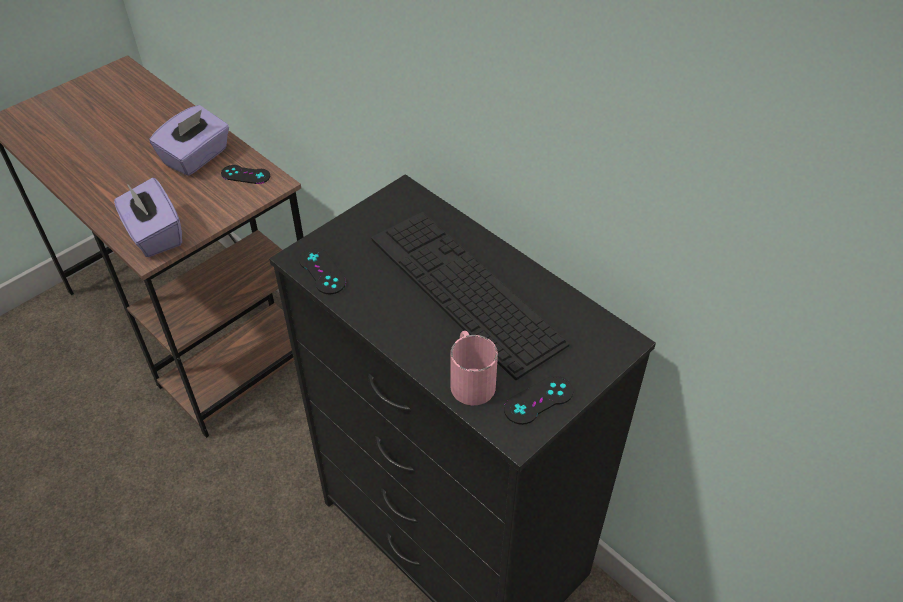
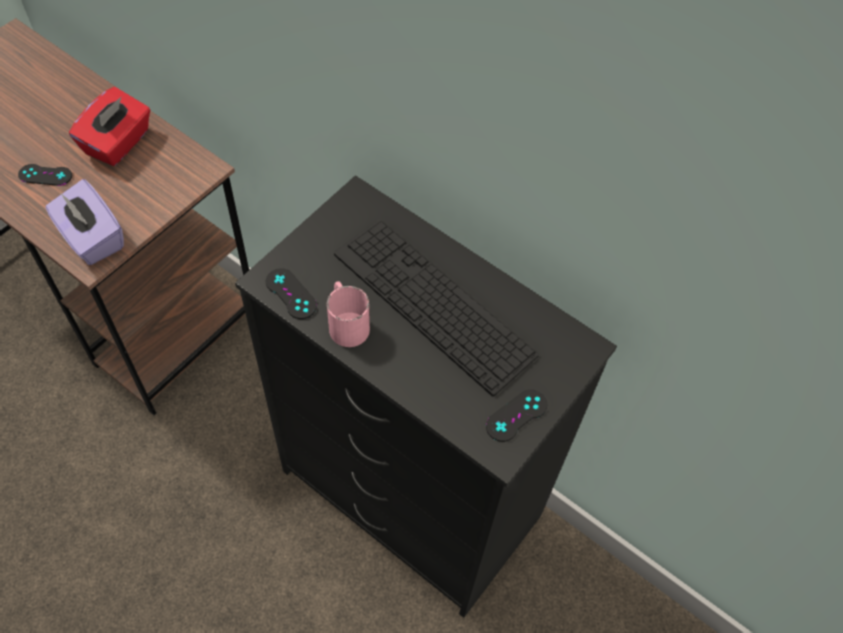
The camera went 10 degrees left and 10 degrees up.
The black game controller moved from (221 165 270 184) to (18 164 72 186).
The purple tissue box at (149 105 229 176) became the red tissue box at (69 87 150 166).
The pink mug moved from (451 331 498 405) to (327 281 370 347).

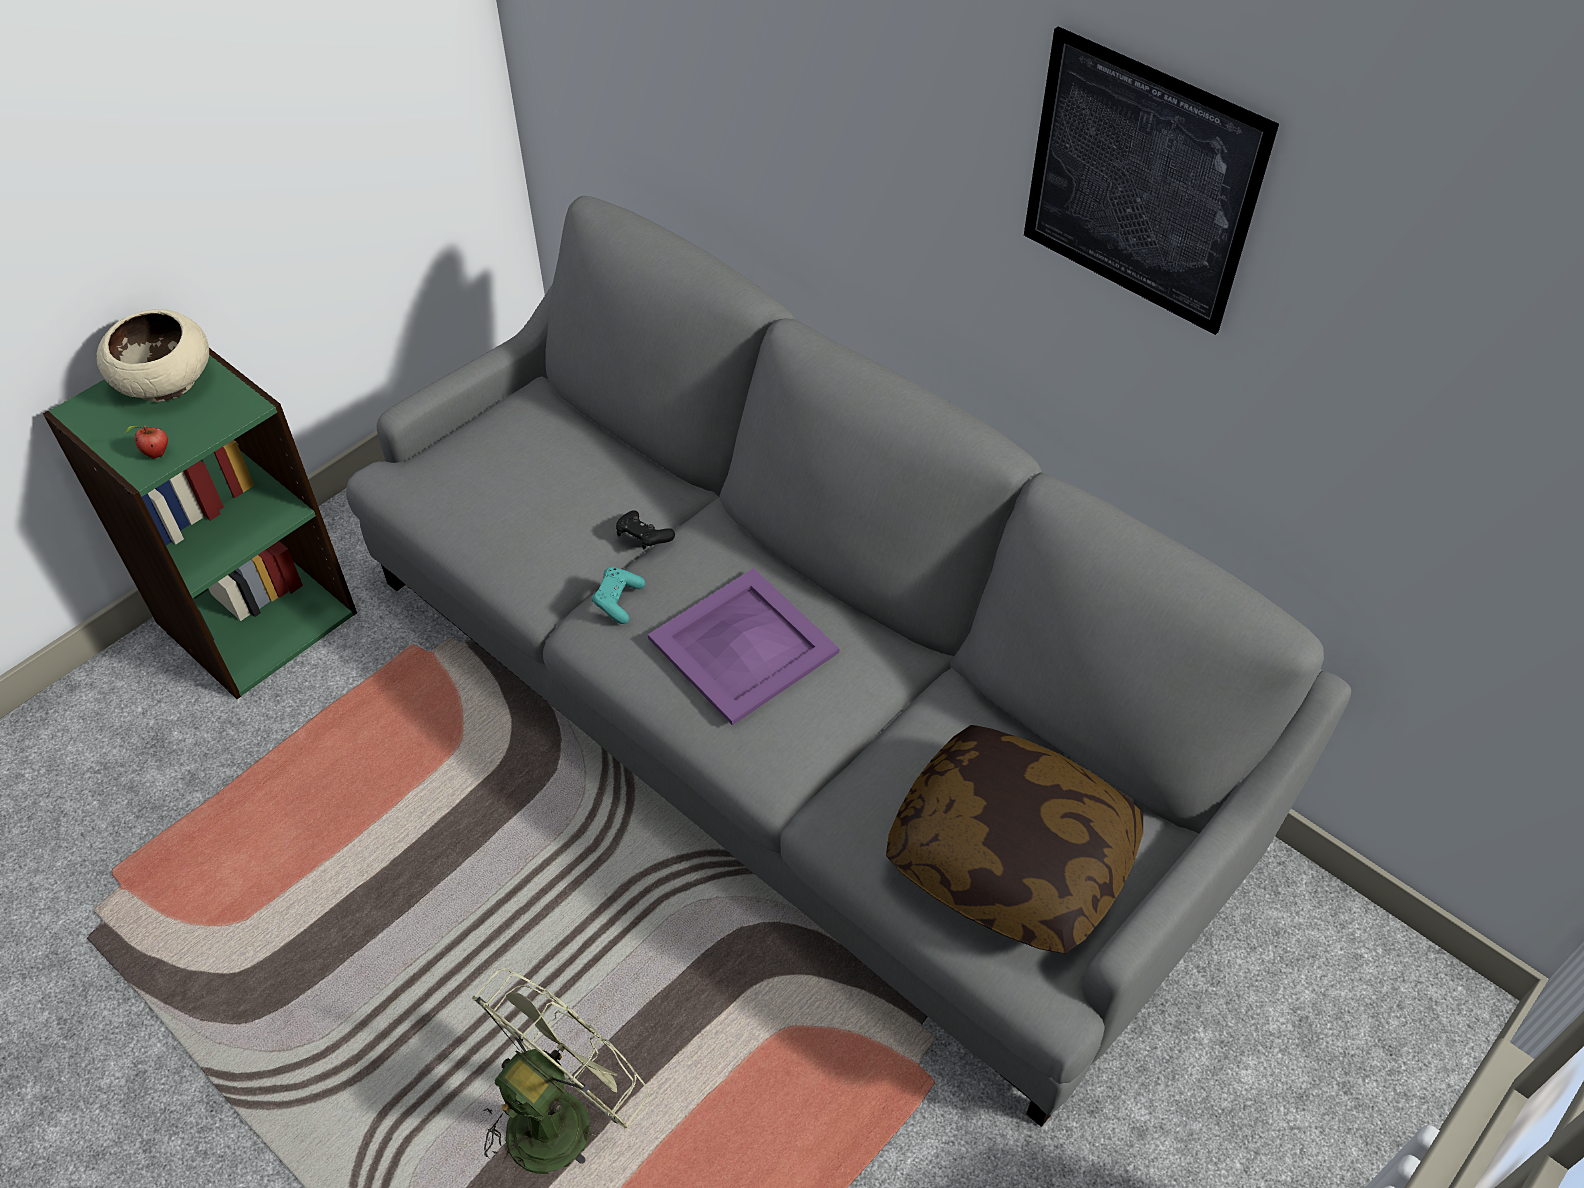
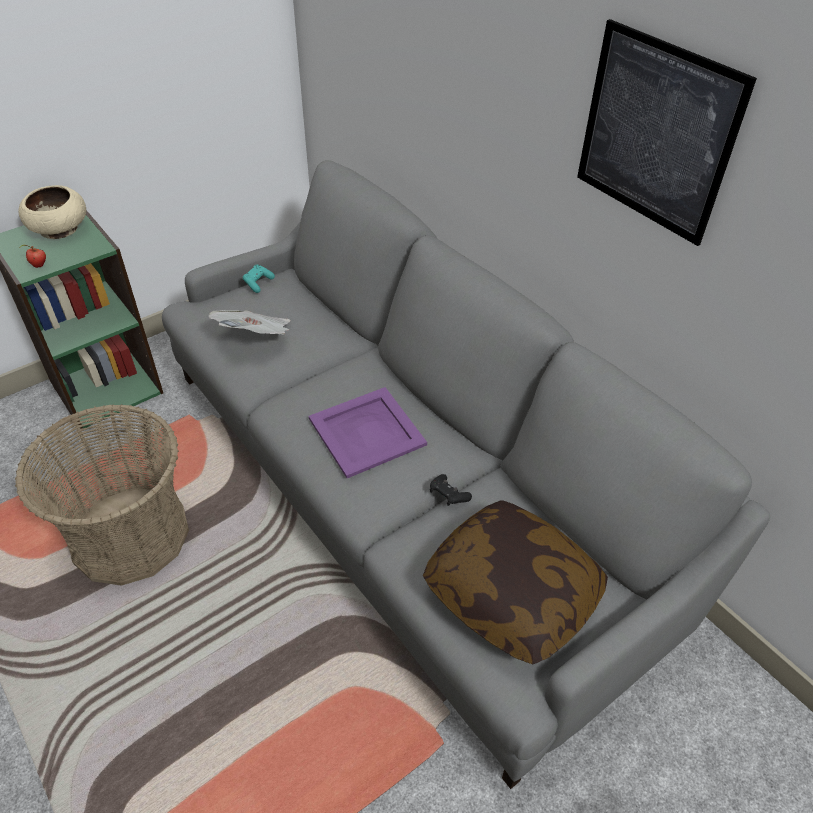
The camera went 10 degrees right and 5 degrees down.
The basket at (15 404 189 586) appeared.
The newspaper at (209 310 291 334) appeared.
The turquoise game controller moved from (592 567 645 624) to (243 265 275 293).
The black game controller moved from (616 510 675 549) to (430 474 472 506).
The green fan at (472 968 649 1174) disappeared.

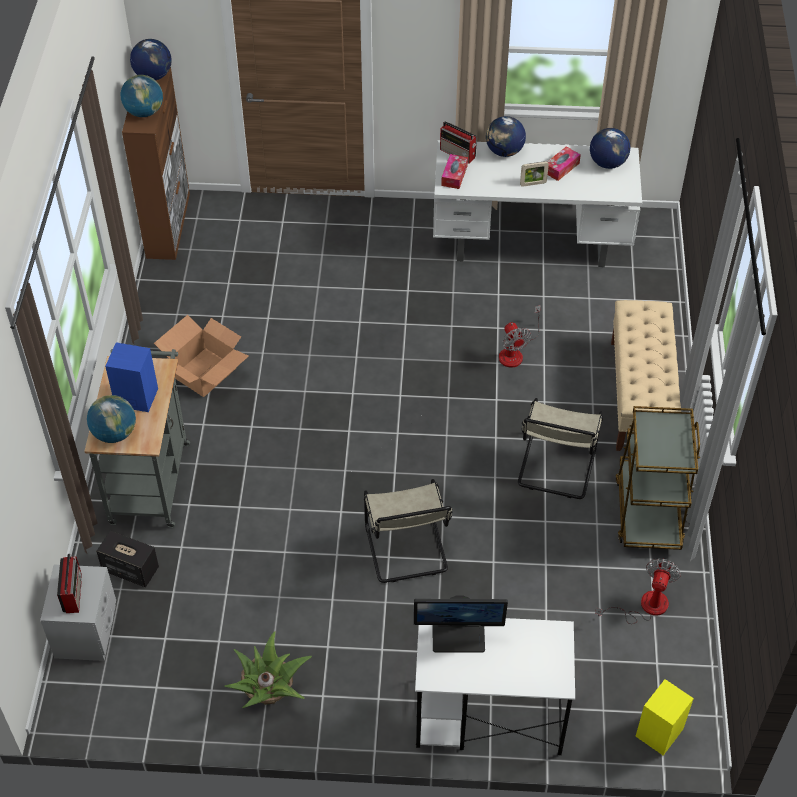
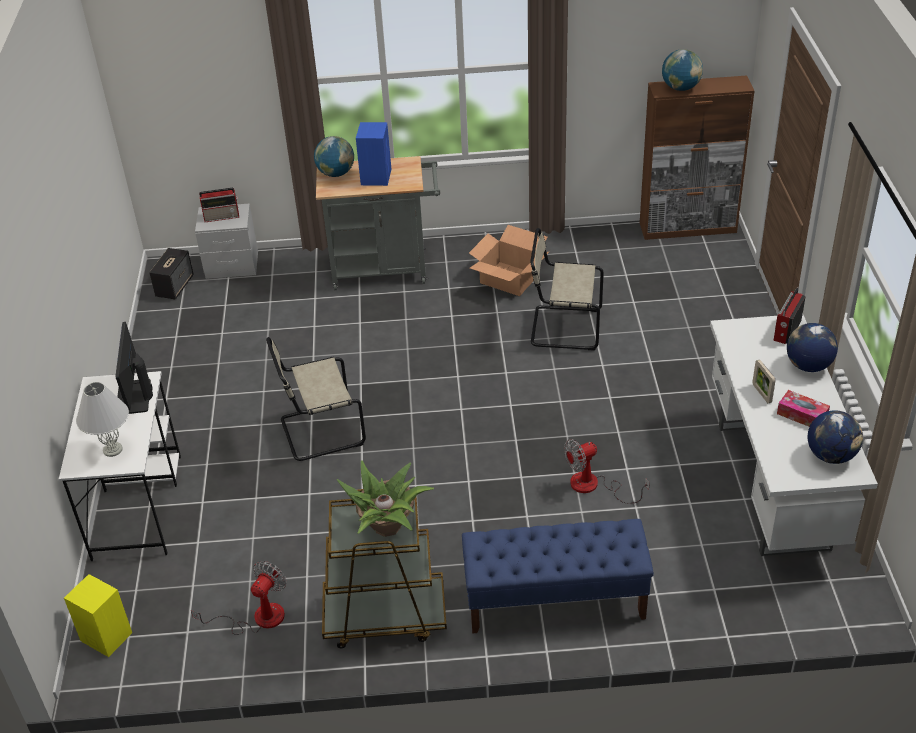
The camera went 85 degrees right and 10 degrees down.
The white table lamp at (76 382 129 457) appeared.
The speaker moved from (96 531 159 587) to (149 248 194 300).
The fan at (595 558 681 624) turned 75 degrees counterclockwise.
The potted plant moved from (224 631 312 708) to (337 460 434 537).
The beige bench at (611 300 681 451) became the blue bench at (462 519 654 633).
The beige chair moved from (518 398 603 499) to (530 228 604 350).
The globe at (130 39 172 80) disappeared.
The tissue box at (441 154 468 189) disappeared.

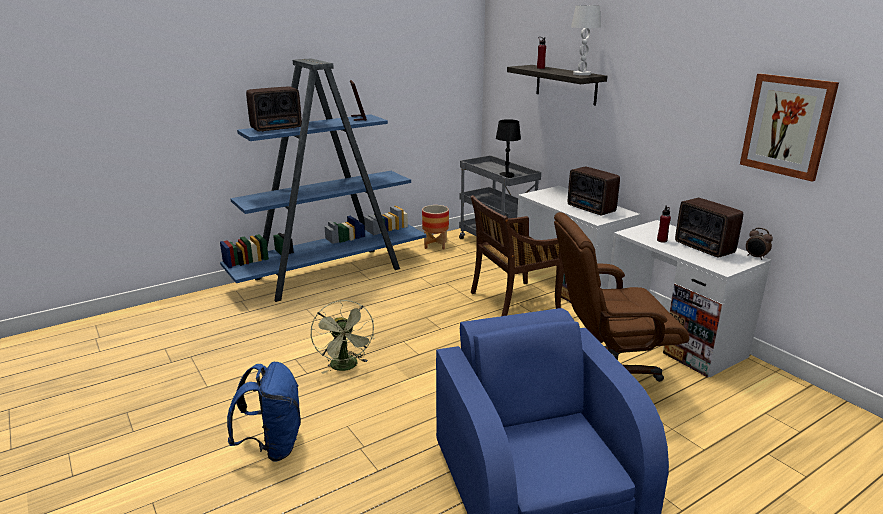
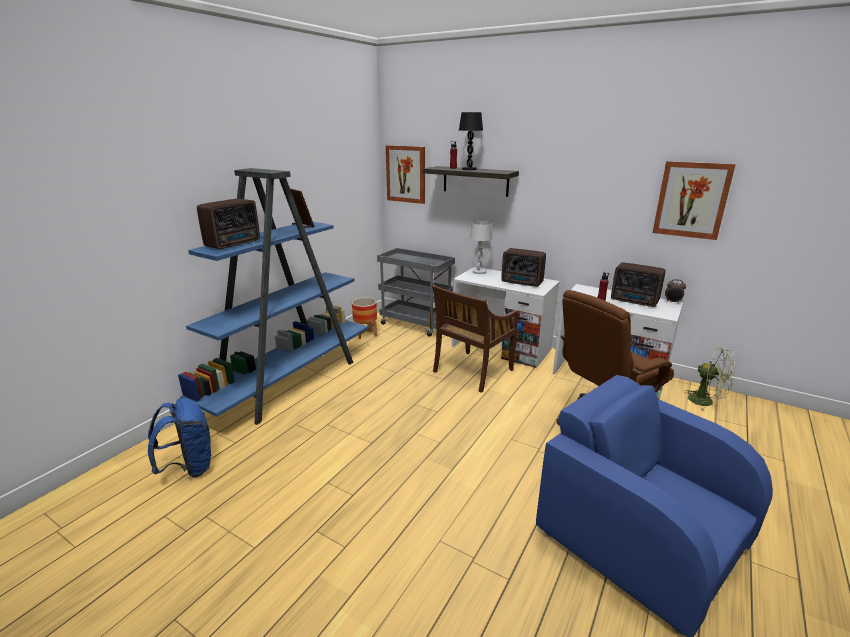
The camera went 25 degrees left and 0 degrees up.
The blue backpack moved from (227 362 301 462) to (148 398 212 478).
The picture at (386 145 425 204) appeared.
The black table lamp moved from (496 119 521 178) to (459 112 483 170).
The white table lamp moved from (571 5 601 75) to (470 221 492 274).
The green fan moved from (311 300 375 374) to (683 347 735 411).

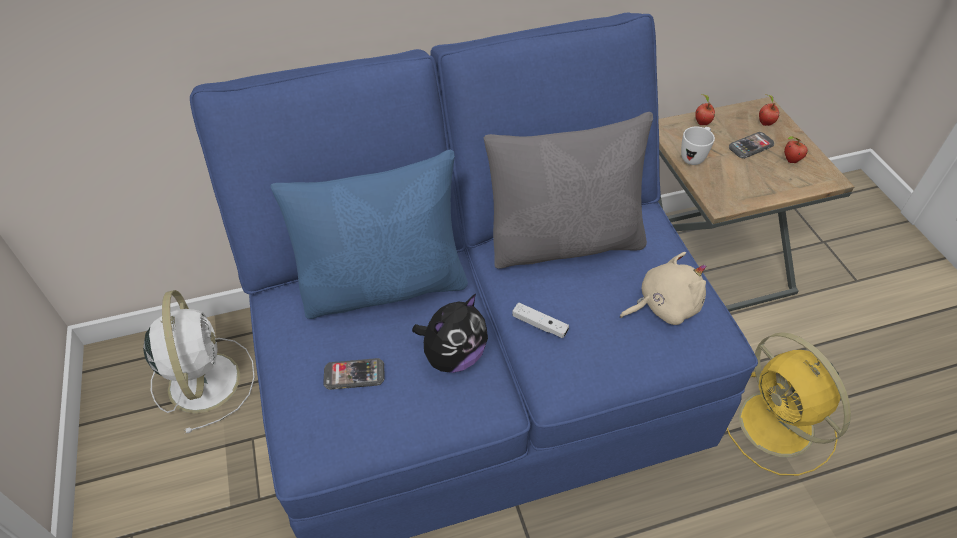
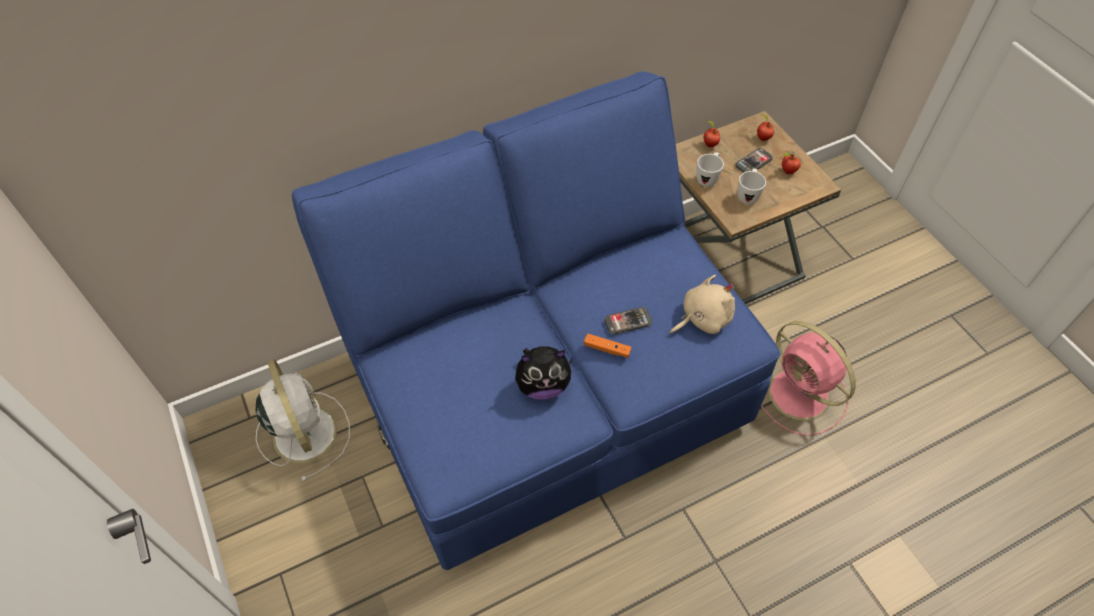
The camera went 10 degrees left and 5 degrees up.
The plush toy at (412 294 488 373) turned 45 degrees clockwise.
The white game controller at (512 303 569 338) became the orange game controller at (584 334 631 358).
The phone moved from (323 358 385 390) to (604 307 652 335).
The white mug at (738 168 766 204) appeared.
The yellow fan at (727 332 851 476) became the pink fan at (761 321 856 436).
The blue pillow at (270 149 468 319) disappeared.
The grey pillow at (484 112 653 269) disappeared.

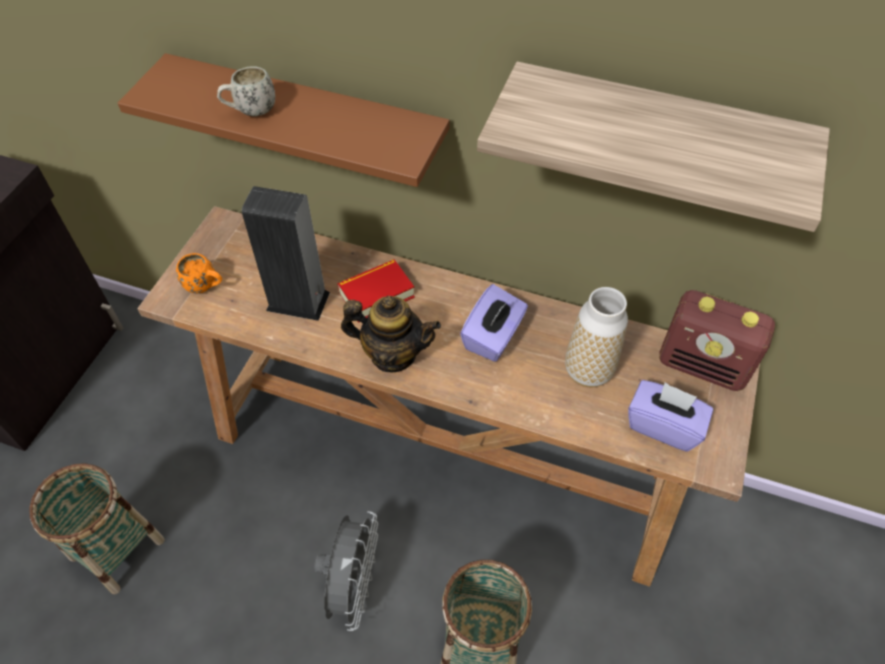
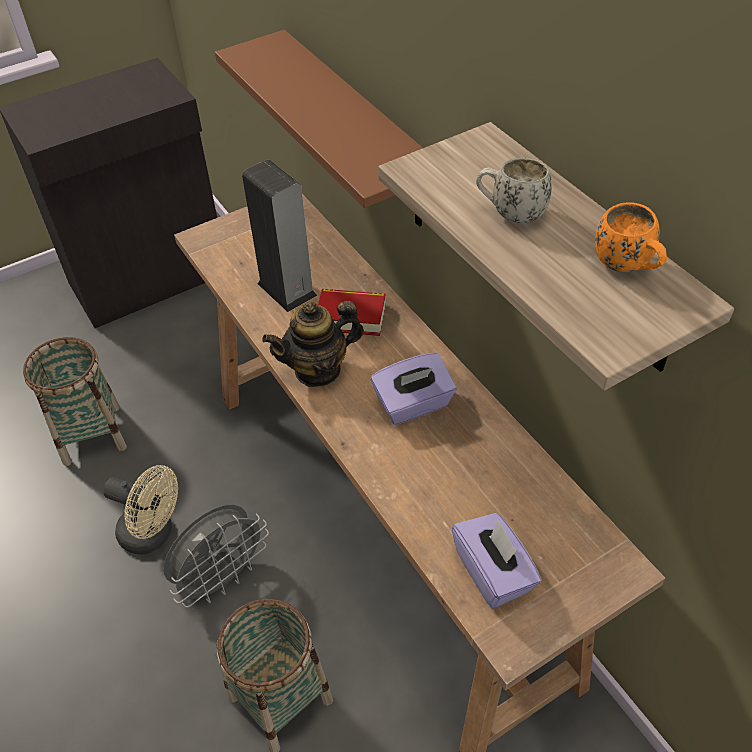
The camera went 40 degrees right and 5 degrees down.
The beige fan at (103 465 178 554) appeared.
The teapot at (341 296 441 372) turned 105 degrees clockwise.
The white mug moved from (217 66 275 116) to (476 158 552 223).
The orange mug moved from (176 253 222 294) to (595 202 667 272).
The vase at (565 287 628 388) disappeared.
The radio at (659 290 775 391) disappeared.

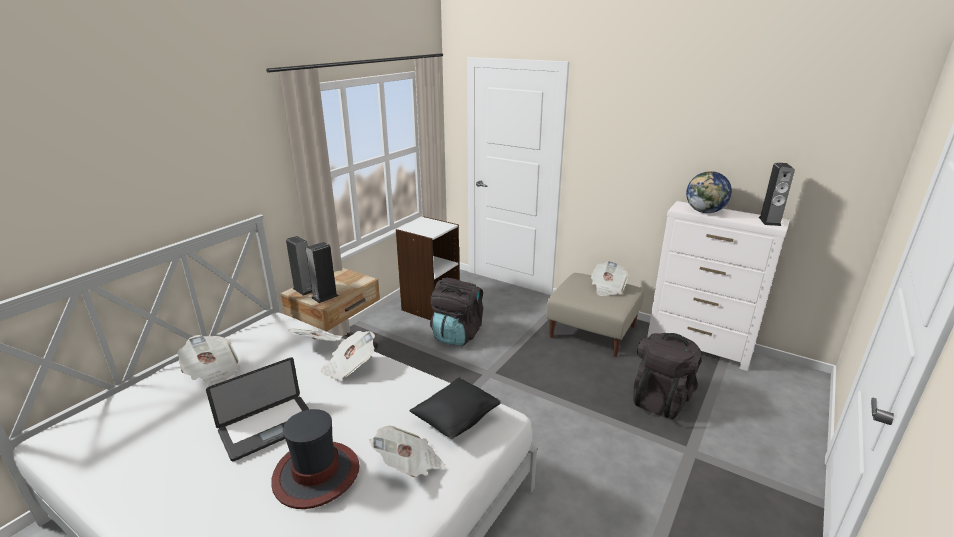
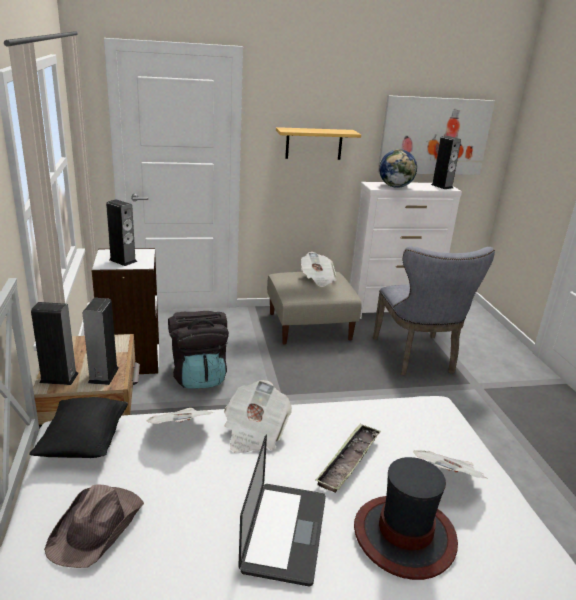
The camera went 45 degrees left and 0 degrees up.
The black pillow moved from (409 377 501 439) to (29 397 128 458).
The newspaper at (177 335 240 386) was replaced by the brown hat at (44 485 144 568).
The speaker at (106 199 137 266) appeared.
The shelf at (276 127 361 160) appeared.
The tray at (315 423 381 493) appeared.
The black backpack at (633 333 702 419) was replaced by the grey chair at (373 246 495 376).
The picture at (378 95 495 175) appeared.

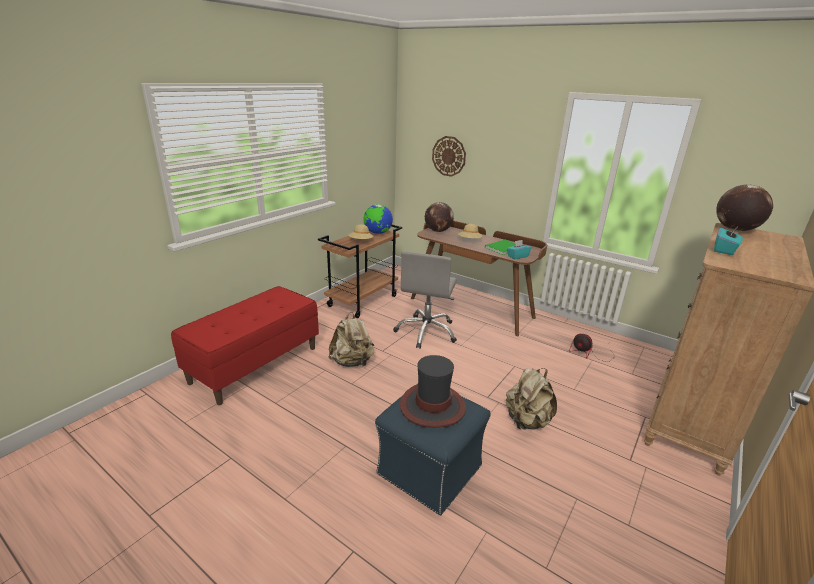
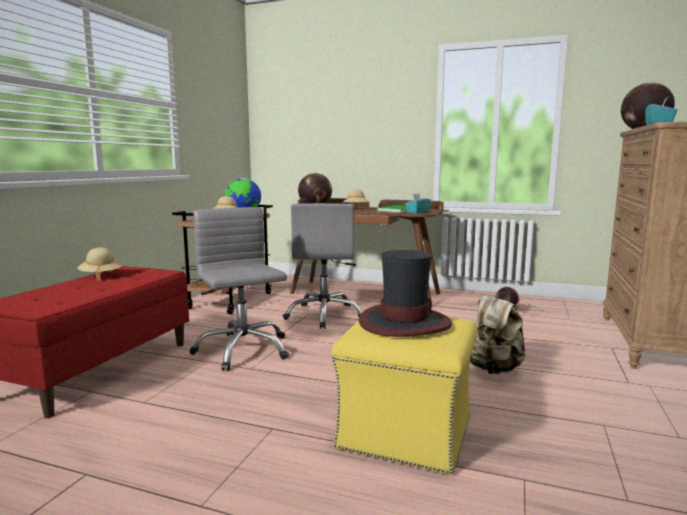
The camera went 15 degrees left and 15 degrees down.
The beige hat at (78 247 123 281) appeared.
The beige backpack at (329 312 374 367) was replaced by the grey office chair at (190 207 289 371).
The blue ottoman at (375 384 491 515) became the yellow ottoman at (332 317 477 475).
The wall clock at (432 136 466 177) disappeared.

